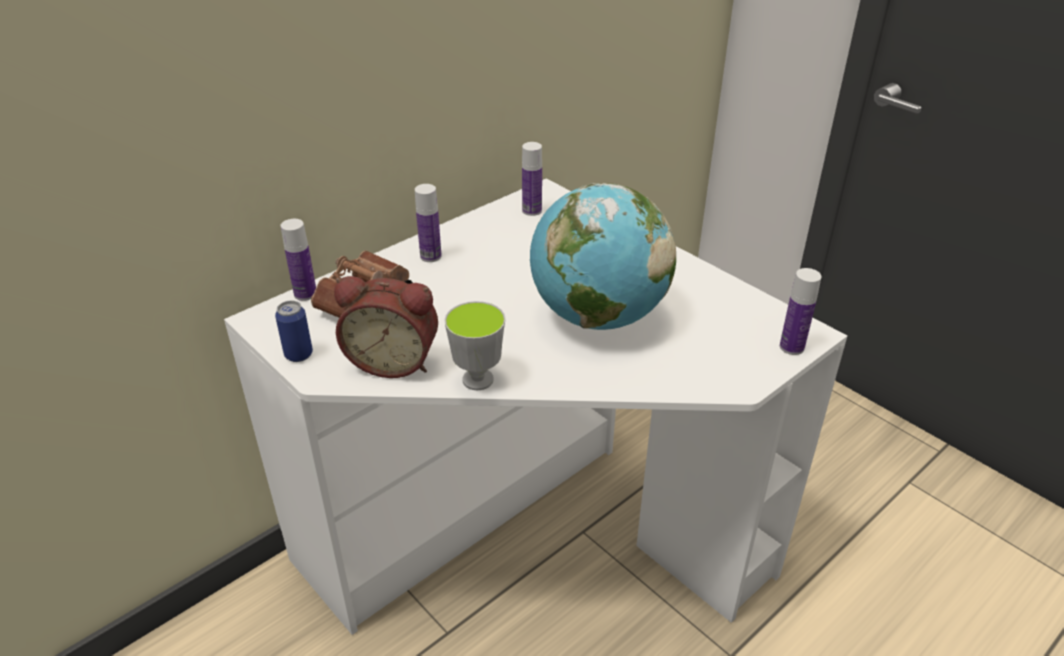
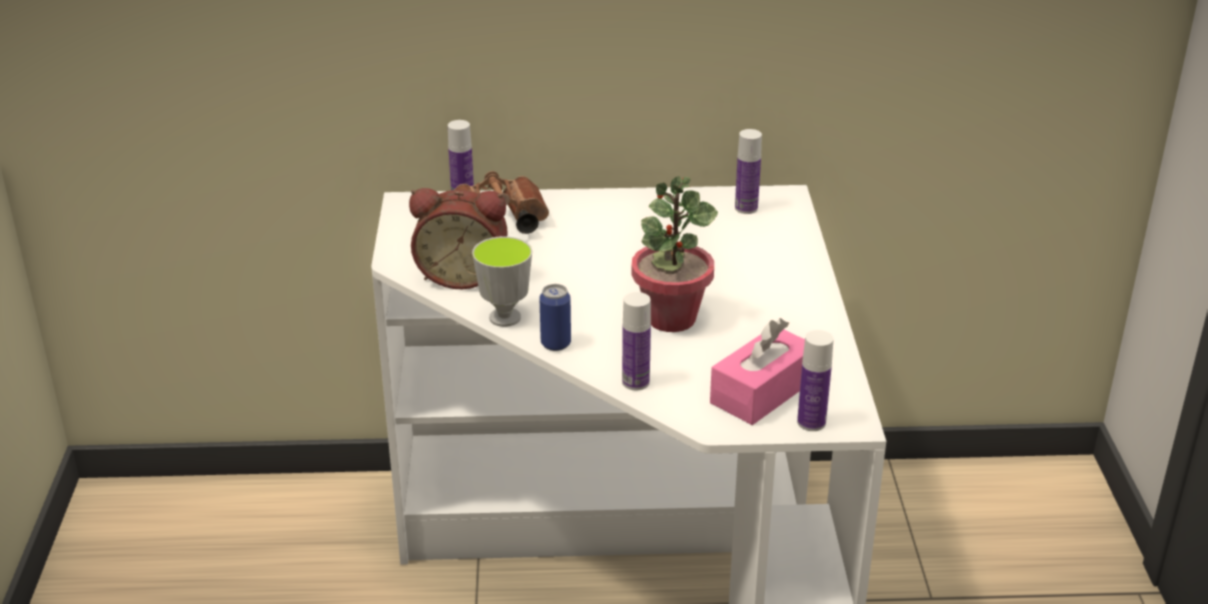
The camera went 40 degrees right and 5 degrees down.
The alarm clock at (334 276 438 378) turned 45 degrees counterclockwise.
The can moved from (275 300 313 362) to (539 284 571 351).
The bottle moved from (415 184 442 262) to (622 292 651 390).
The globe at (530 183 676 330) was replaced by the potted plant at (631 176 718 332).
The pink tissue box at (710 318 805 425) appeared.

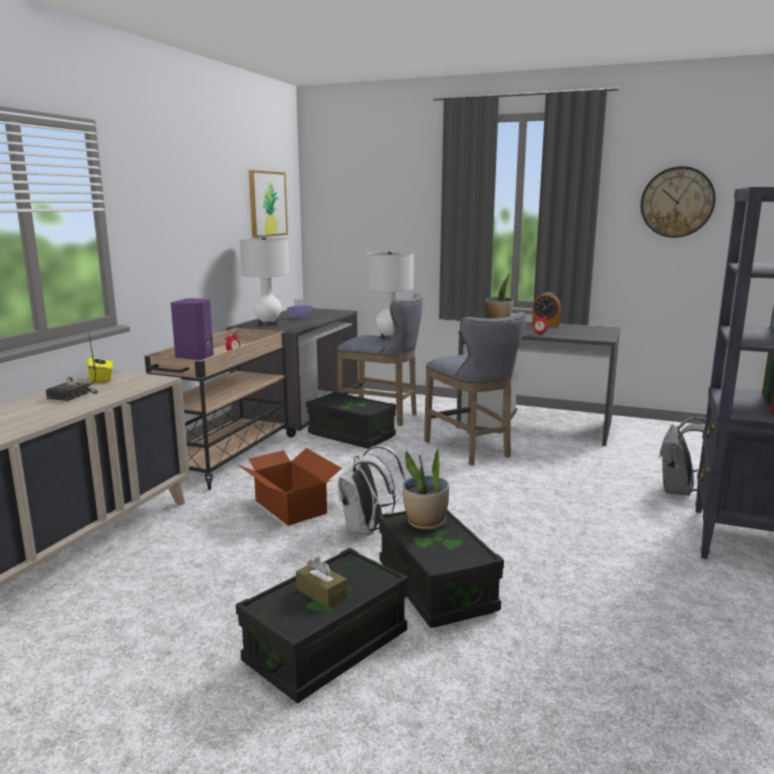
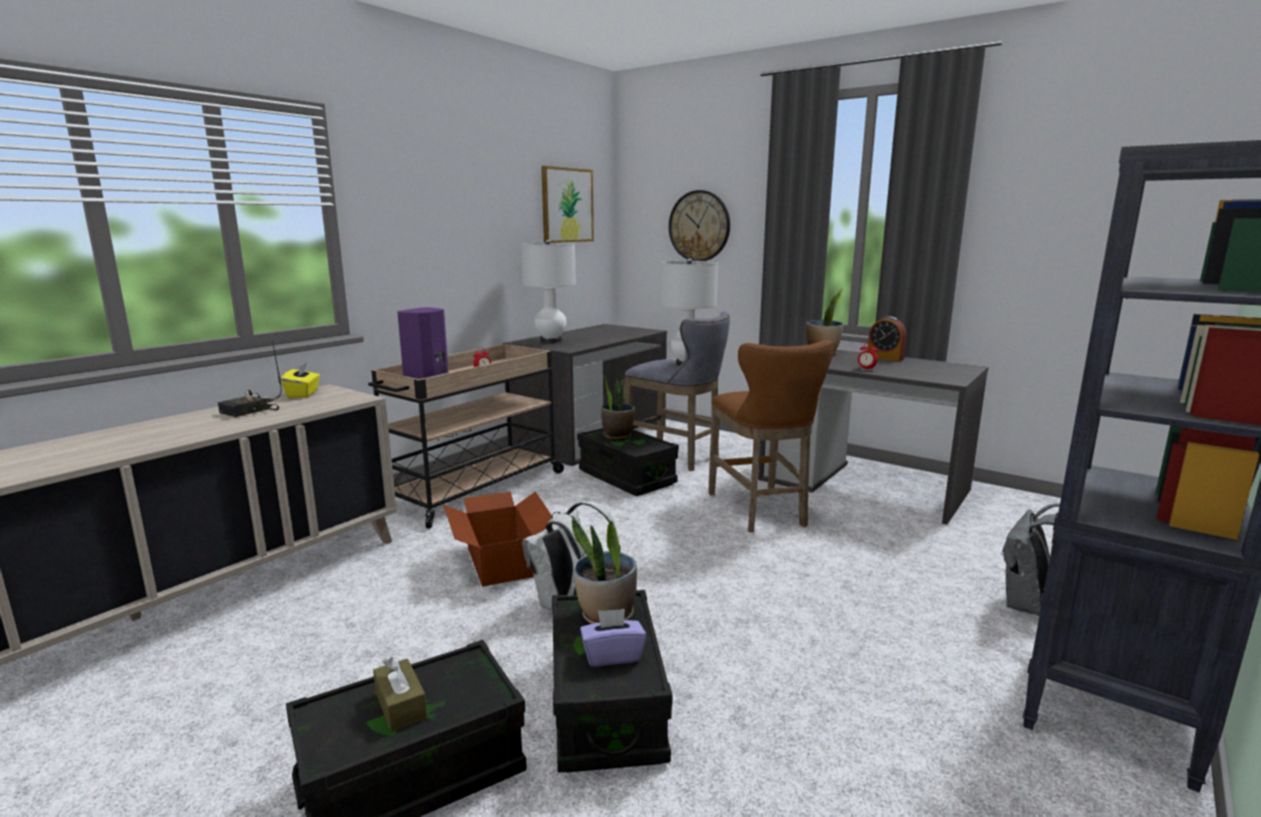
The camera went 15 degrees right and 0 degrees up.
The purple tissue box moved from (287 299 313 319) to (580 609 646 666).
The potted plant at (601 373 635 440) appeared.
The wall clock moved from (641 166 716 238) to (669 190 730 261).
The grey stool at (424 312 526 465) became the brown stool at (708 340 834 532).

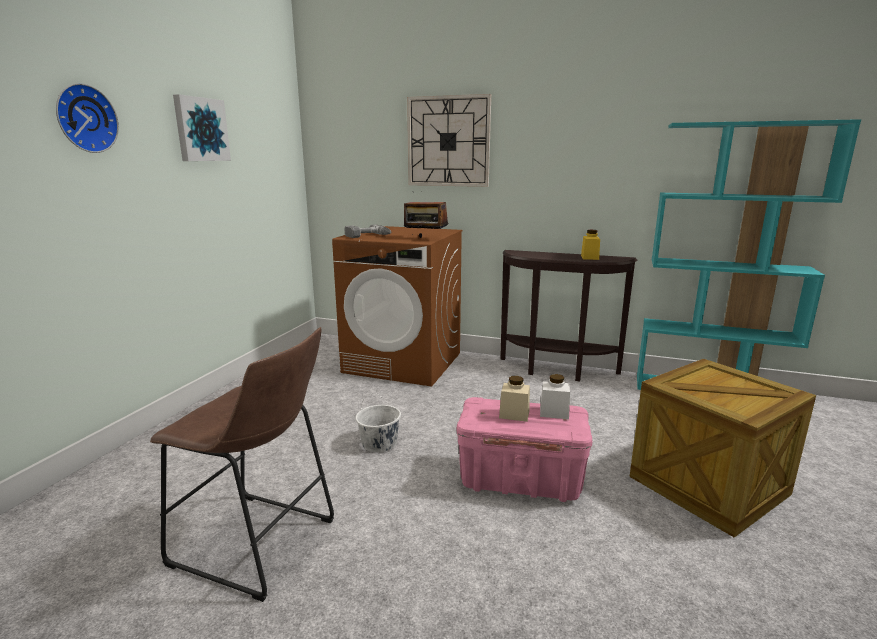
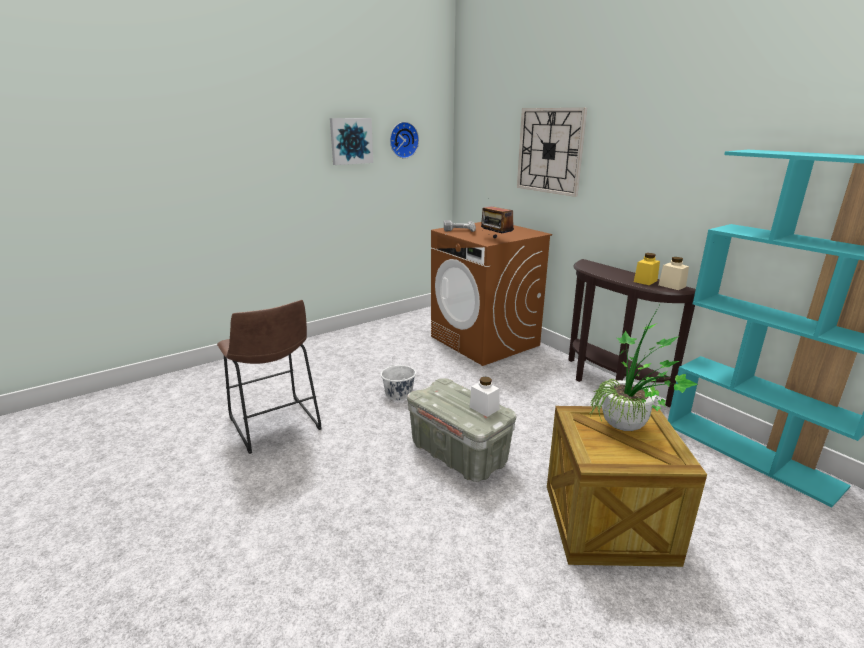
The camera went 35 degrees right and 5 degrees up.
The wall clock moved from (56 83 119 153) to (390 122 419 159).
The pink storage box at (457 397 592 502) became the grey storage box at (407 378 516 482).
The potted plant at (589 308 698 431) appeared.
The beige jar moved from (499 376 530 422) to (658 257 689 290).

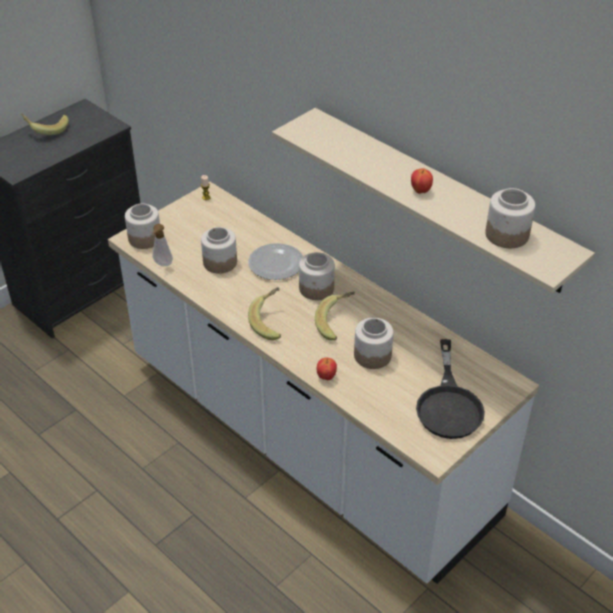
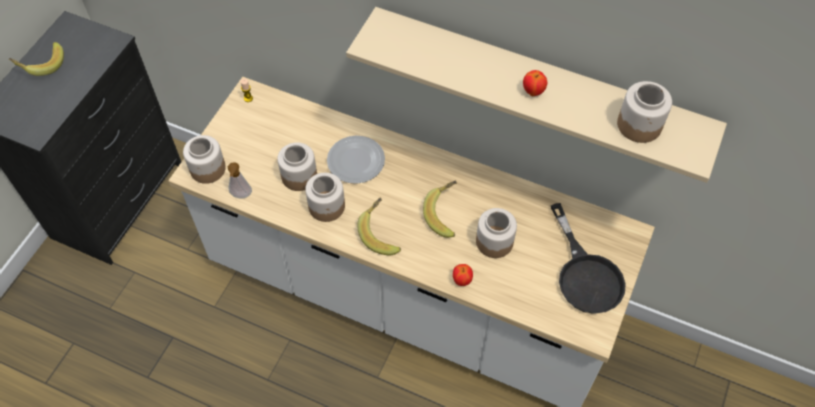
The camera went 20 degrees left and 15 degrees up.
The jar moved from (299 252 335 300) to (305 173 345 222).

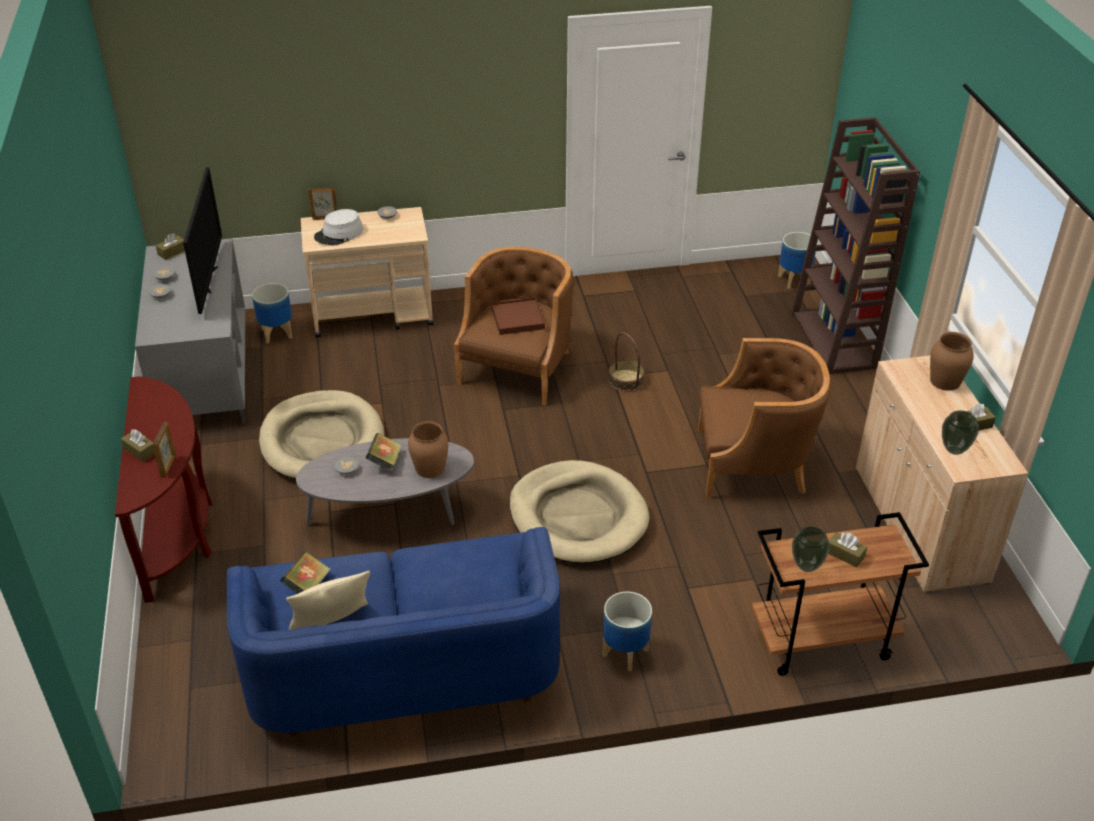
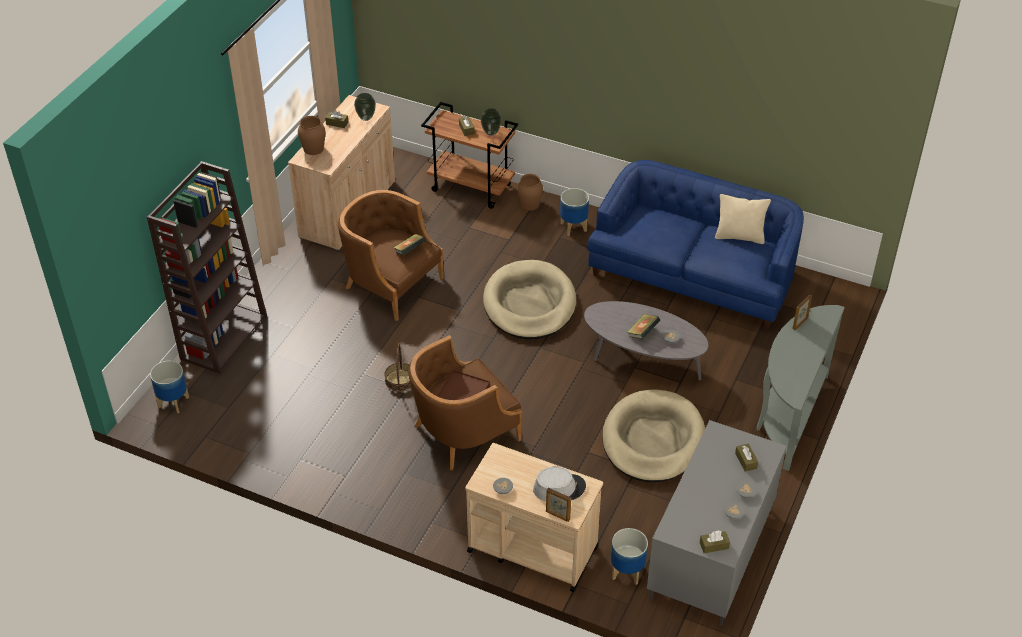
The camera went 145 degrees left and 5 degrees up.
The book moved from (280 551 330 594) to (394 234 425 255).
The brown vase moved from (408 421 448 478) to (517 174 543 210).
The brown tissue box moved from (121 429 155 462) to (735 444 758 472).
The brown console table at (115 376 213 603) became the grey console table at (757 305 845 471).
The television at (183 167 222 314) disappeared.

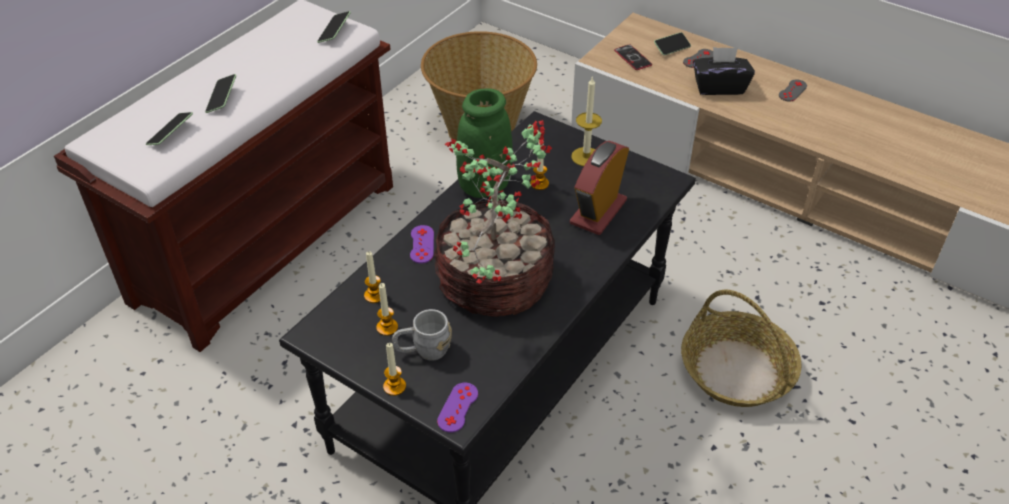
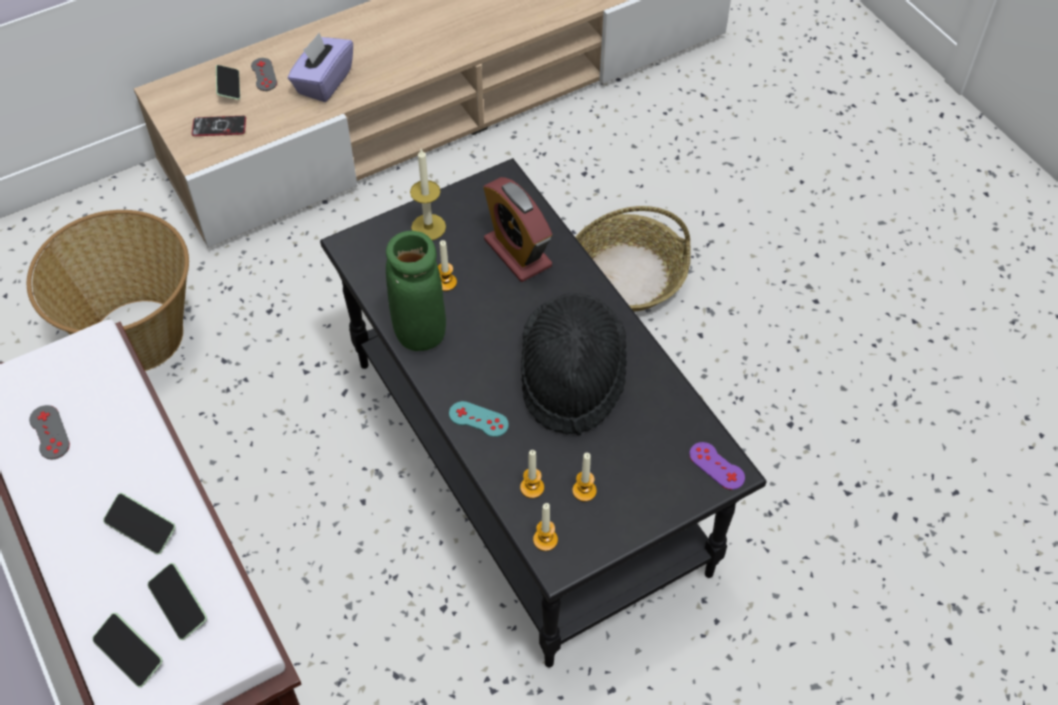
The camera went 65 degrees left and 10 degrees up.
The grey game controller moved from (779 79 807 101) to (29 405 70 460).
The phone moved from (317 11 351 43) to (92 613 162 687).
The black tissue box at (693 47 755 95) became the purple tissue box at (288 33 353 102).
The purple game controller at (410 225 434 264) became the turquoise game controller at (449 401 509 437).
The potted plant at (434 120 555 317) was replaced by the black hat at (521 293 627 435).
The candle moved from (383 343 406 396) to (533 503 558 551).
The grey mug at (392 309 452 361) disappeared.

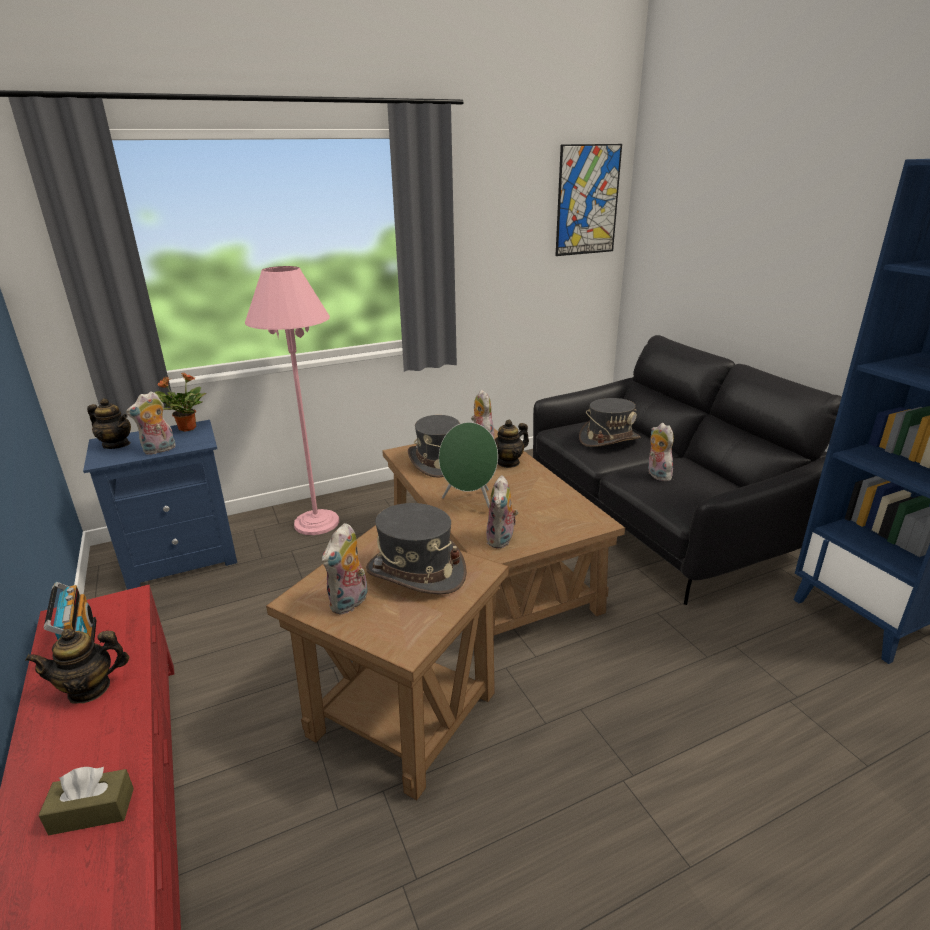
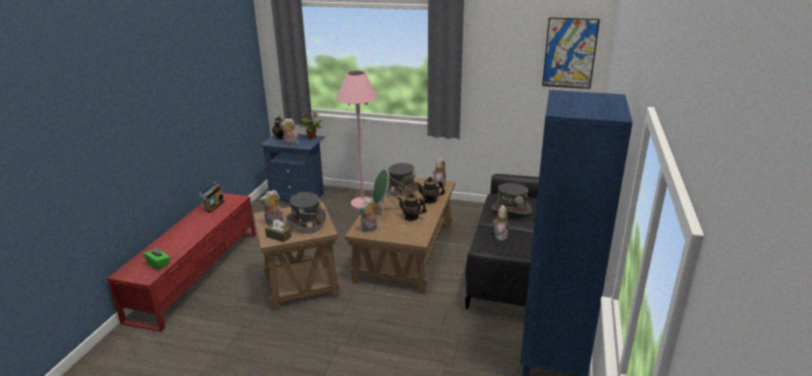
The camera went 40 degrees right and 0 degrees up.
The green tissue box at (143 247 170 270) appeared.
The brown tissue box moved from (38 767 134 836) to (265 219 292 242).
The teapot moved from (25 629 129 703) to (397 192 427 221).

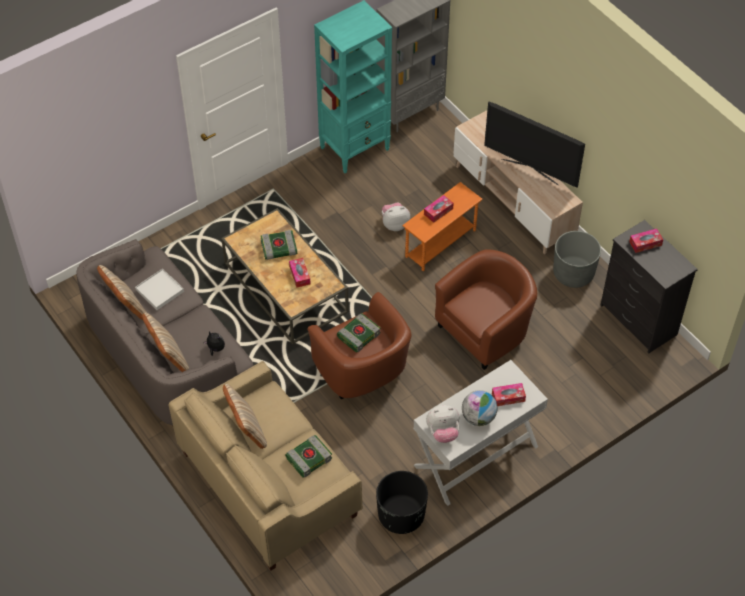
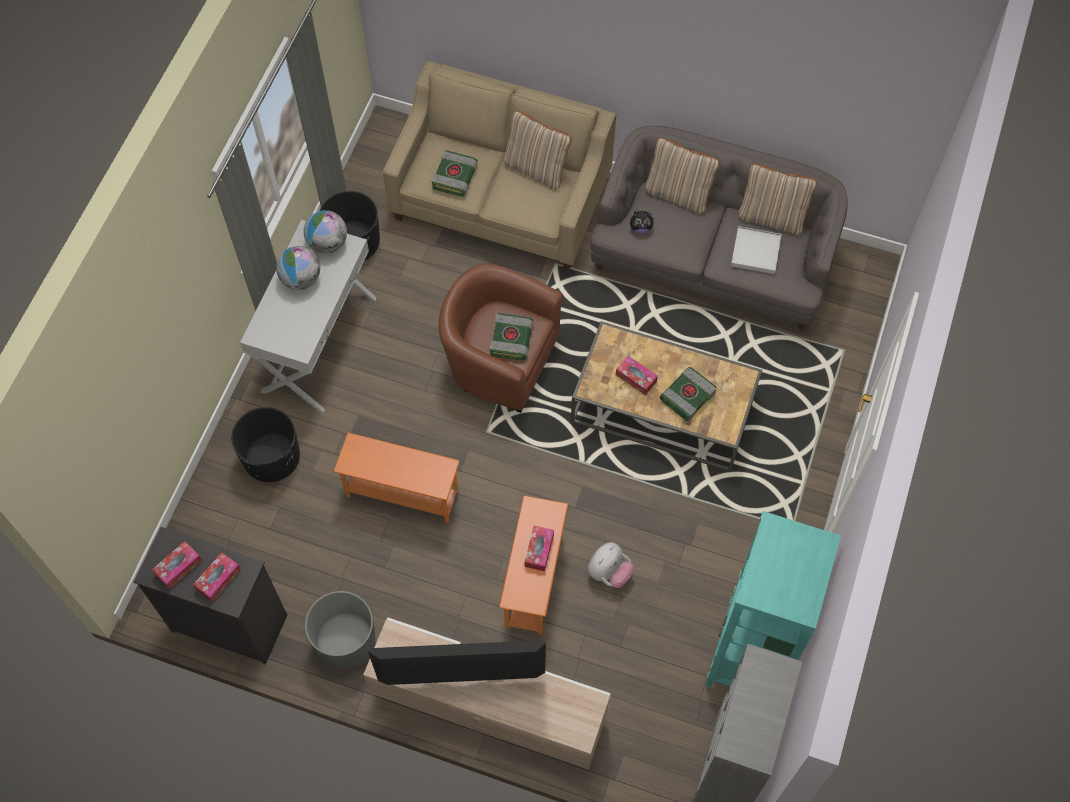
The camera went 145 degrees right and 10 degrees up.
The tissue box moved from (492 383 526 406) to (152 541 202 589).
The black planter at (231 407 300 482) appeared.
The plush toy at (426 405 459 443) was replaced by the globe at (304 210 347 254).
The brown armchair at (435 249 537 370) was replaced by the orange side table at (334 433 460 523).

